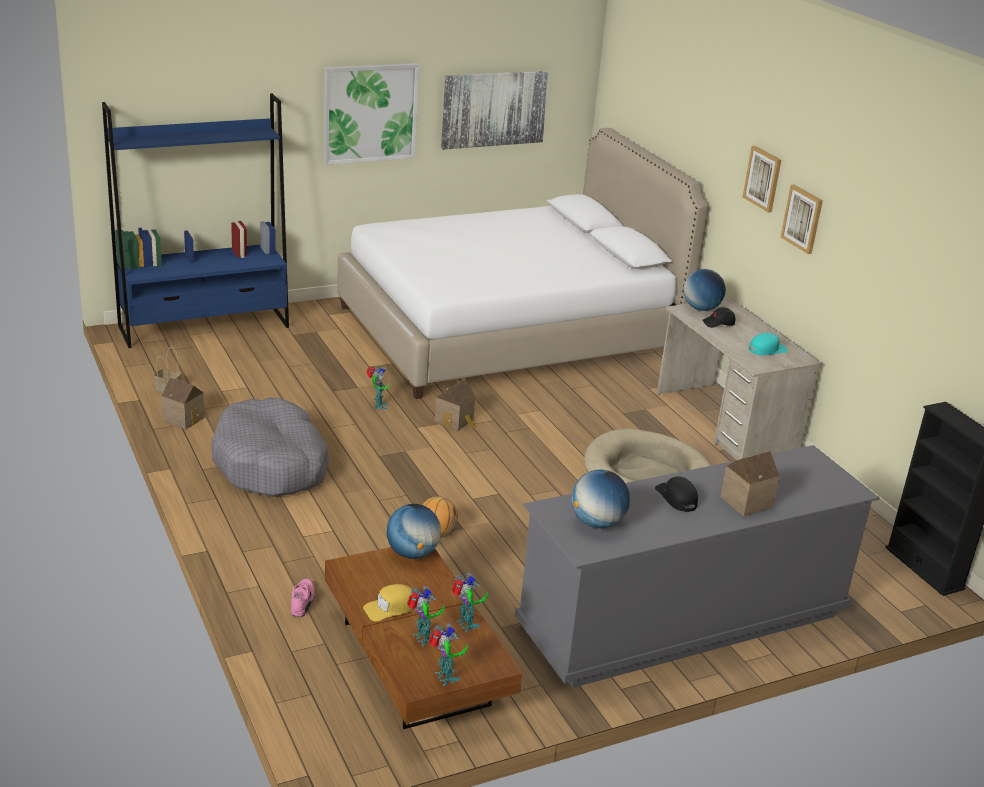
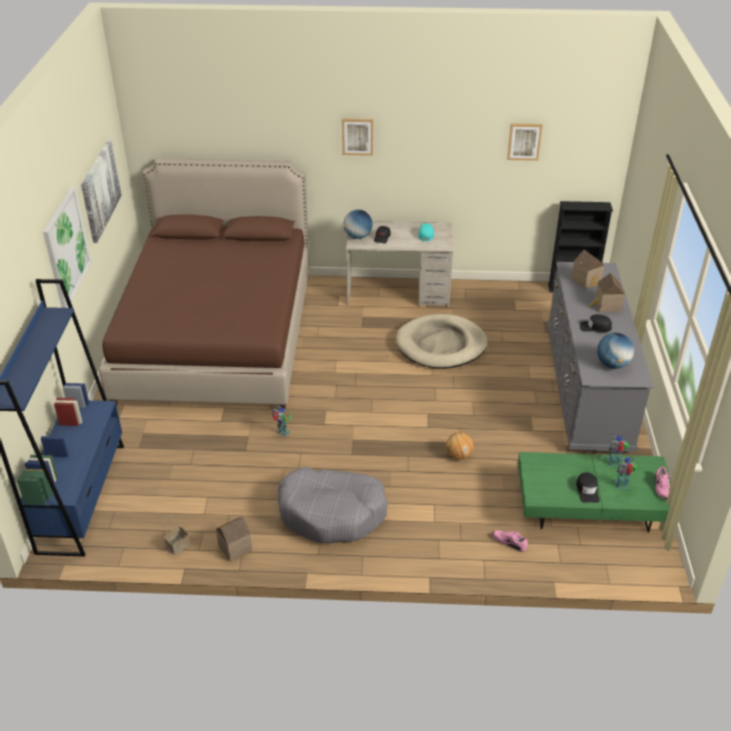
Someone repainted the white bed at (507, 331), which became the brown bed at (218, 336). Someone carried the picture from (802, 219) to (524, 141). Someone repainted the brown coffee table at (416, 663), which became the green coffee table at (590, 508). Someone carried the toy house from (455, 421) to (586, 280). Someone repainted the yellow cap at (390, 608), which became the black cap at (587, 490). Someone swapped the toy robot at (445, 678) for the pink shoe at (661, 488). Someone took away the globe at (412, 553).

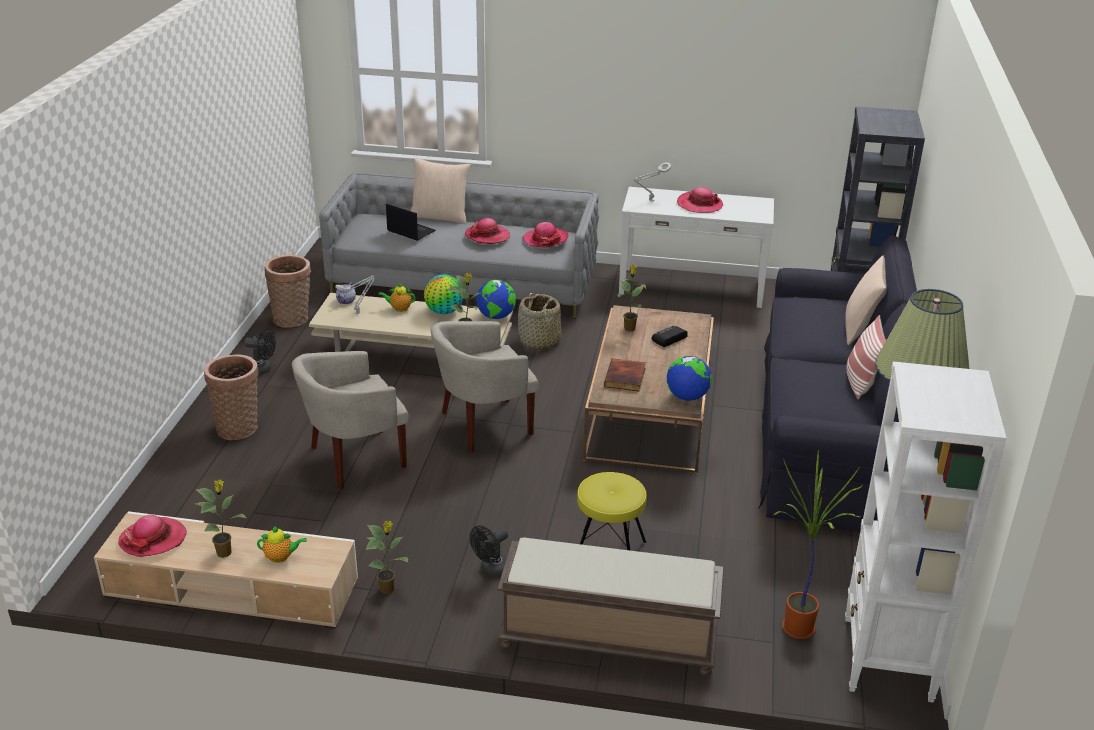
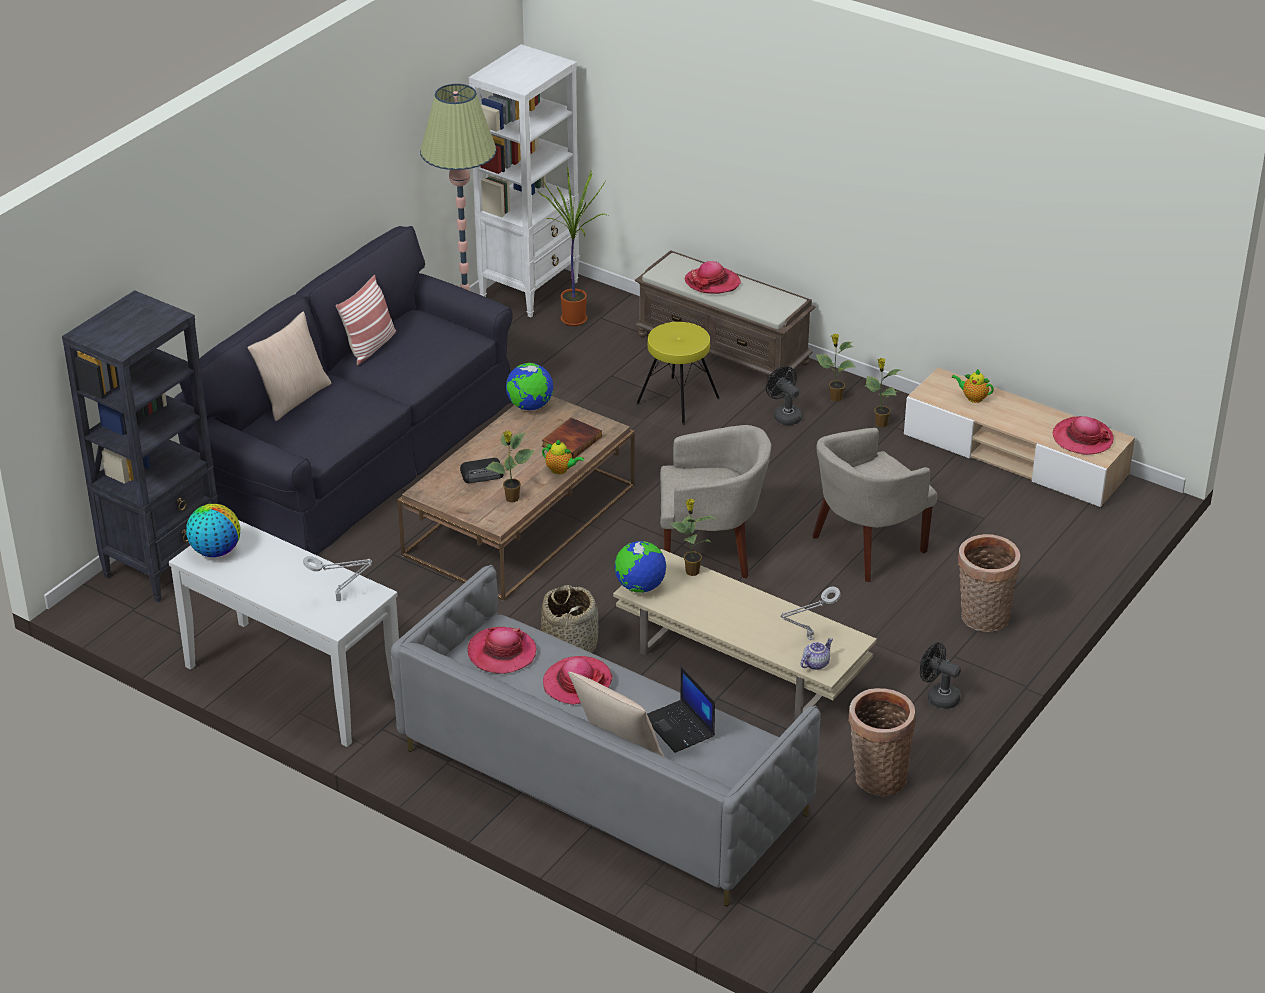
Someone carried the globe from (444, 311) to (215, 551). Someone carried the teapot from (399, 308) to (561, 470). Someone carried the hat from (699, 204) to (712, 283). Someone rotated the black fan at (492, 570) by 105 degrees counterclockwise. Someone rotated the beige armchair at (354, 459) by 150 degrees clockwise. Someone carried the potted plant from (225, 552) to (835, 398).

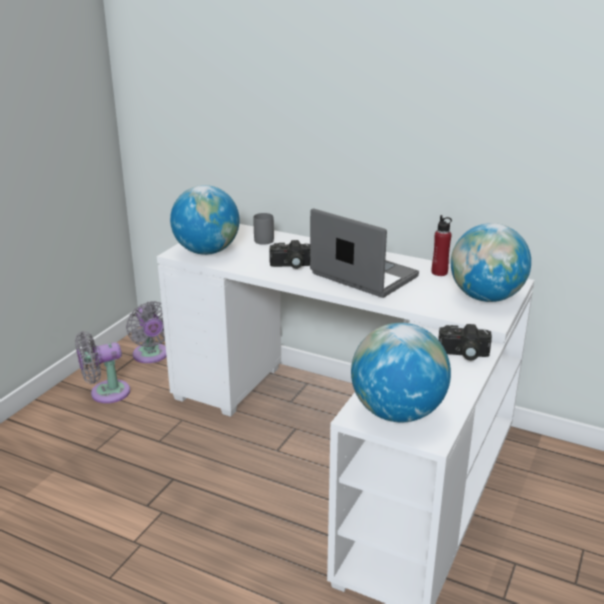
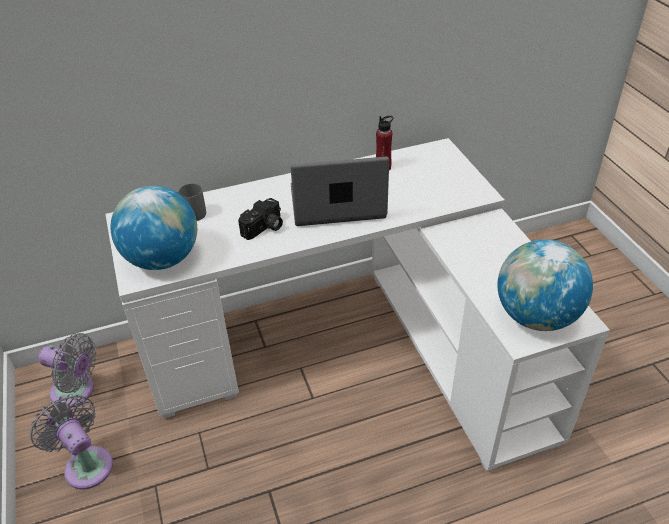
Someone rotated the grey fan at (106, 393) by 120 degrees clockwise. Someone took away the photo camera at (463, 354). Someone took away the globe at (486, 298).

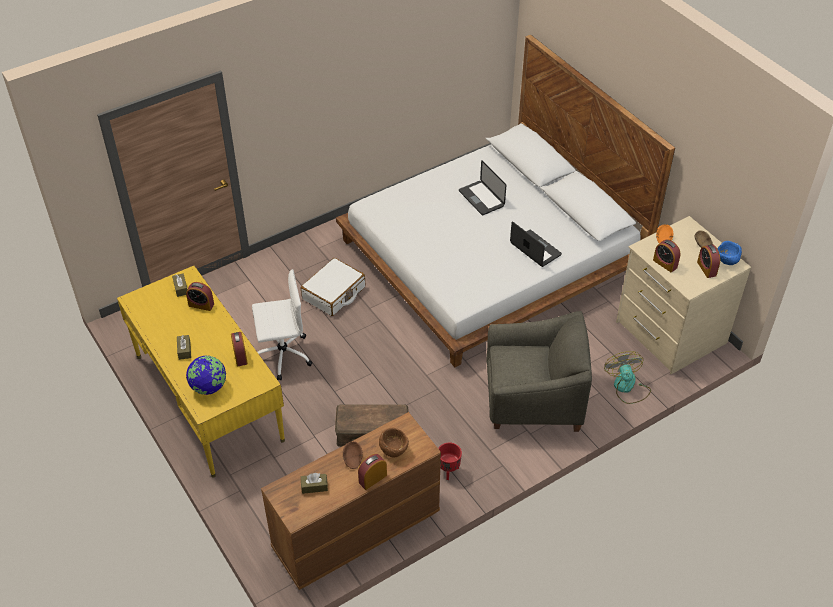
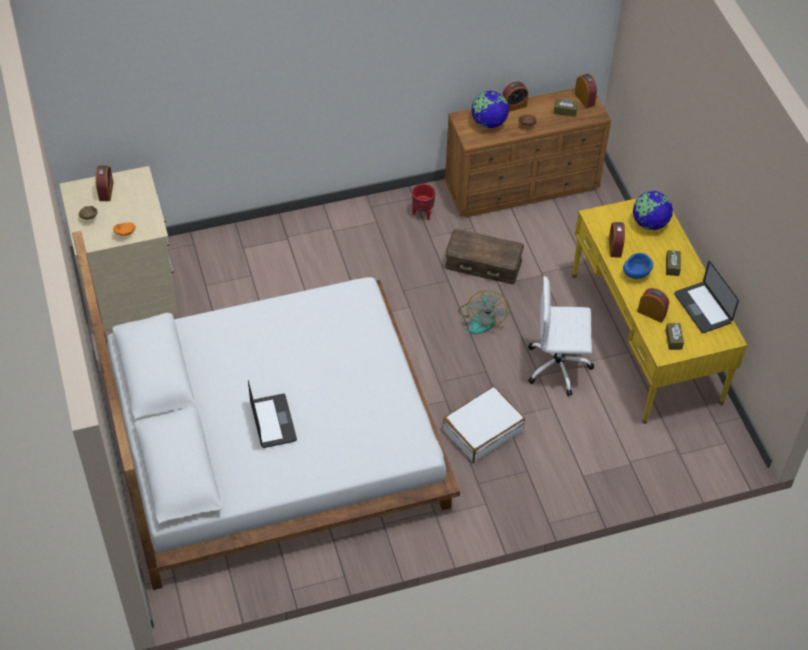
Someone carried the fan from (627, 387) to (482, 318). Someone swapped the brown bowl at (394, 450) for the globe at (488, 123). Someone carried the alarm clock from (665, 264) to (584, 99). Someone carried the blue bowl from (726, 261) to (636, 275). Someone carried the laptop from (535, 249) to (702, 308). Someone took away the grey armchair at (533, 399).

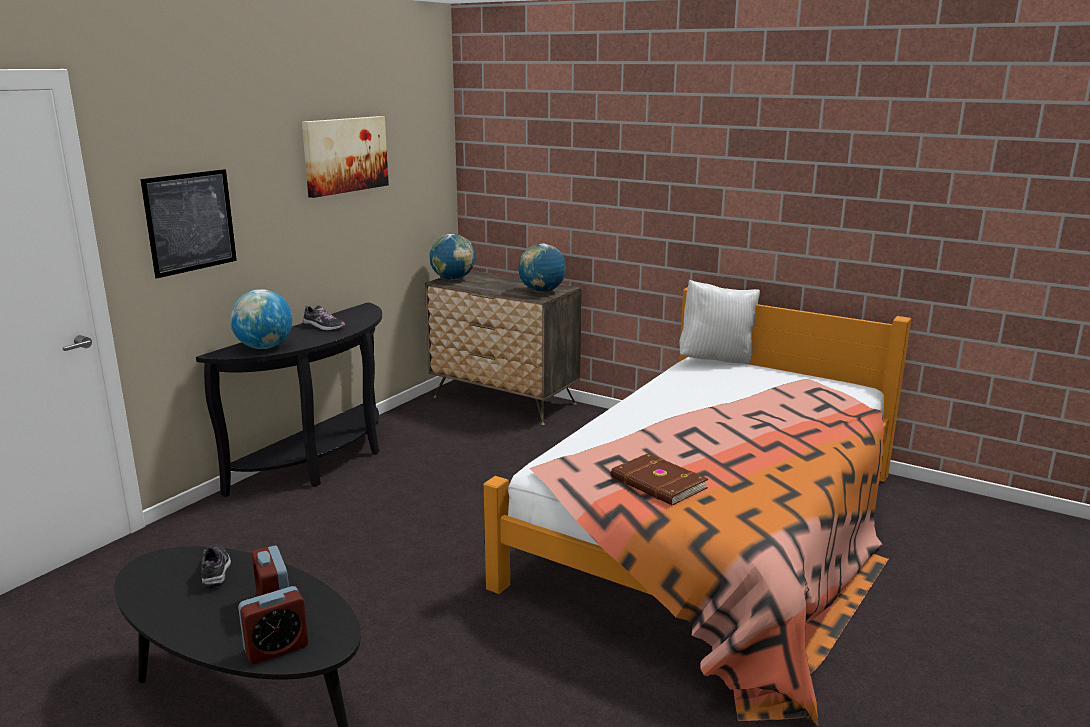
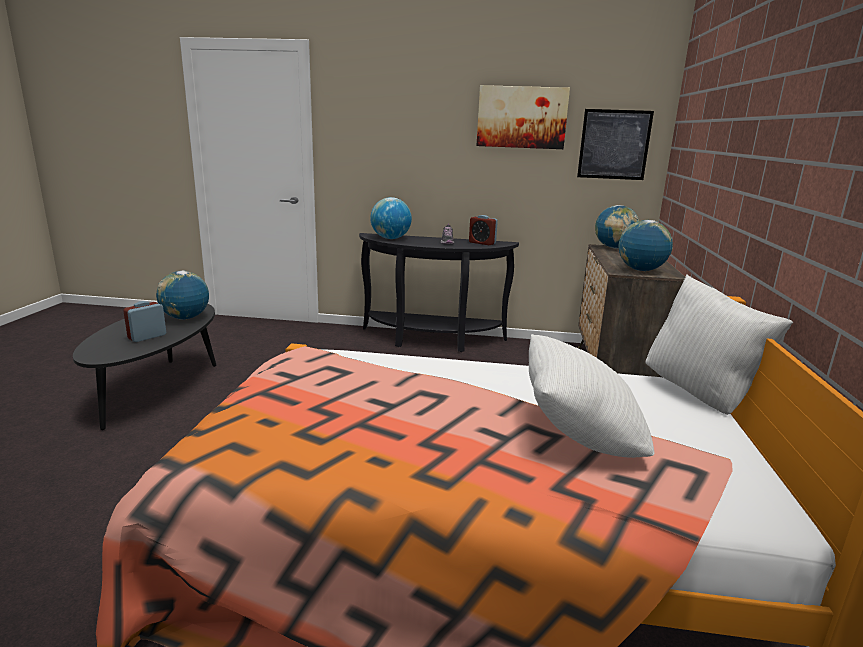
Someone swapped the shoe at (215, 571) for the globe at (185, 318). Someone carried the alarm clock from (276, 648) to (482, 243). Someone put down the white pillow at (579, 437). Someone carried the picture from (190, 222) to (614, 144). Someone took away the brown book at (658, 484).

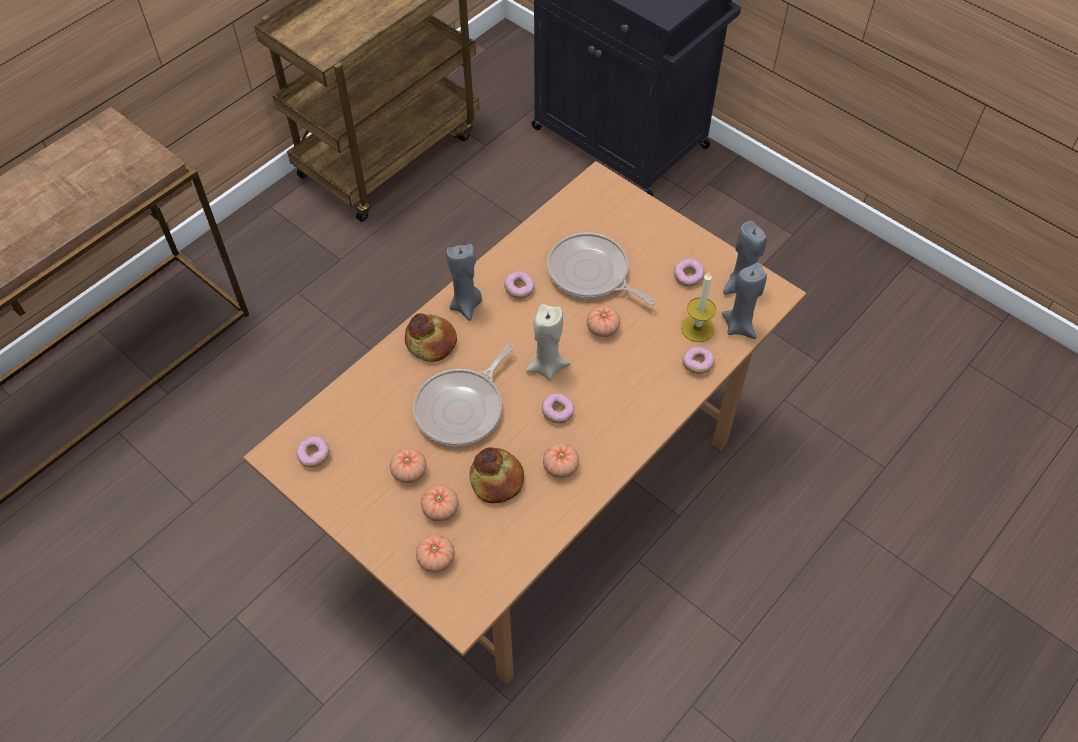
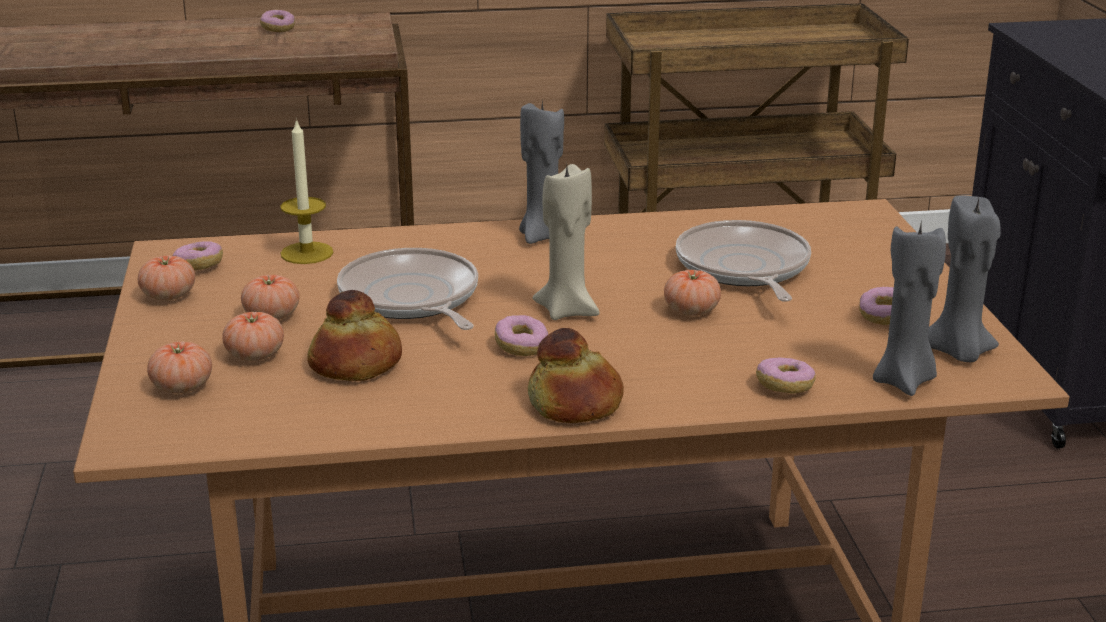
Someone carried the tomato from (560, 466) to (168, 296). Someone carried the donut from (519, 289) to (278, 29). Someone carried the candle from (697, 328) to (307, 253). Someone rotated the frying pan at (462, 408) by 75 degrees clockwise. Someone carried the bread from (431, 342) to (576, 403).

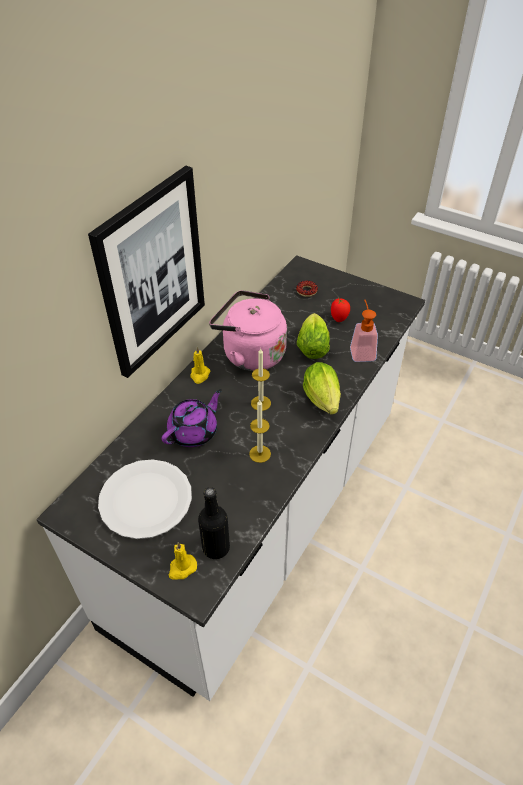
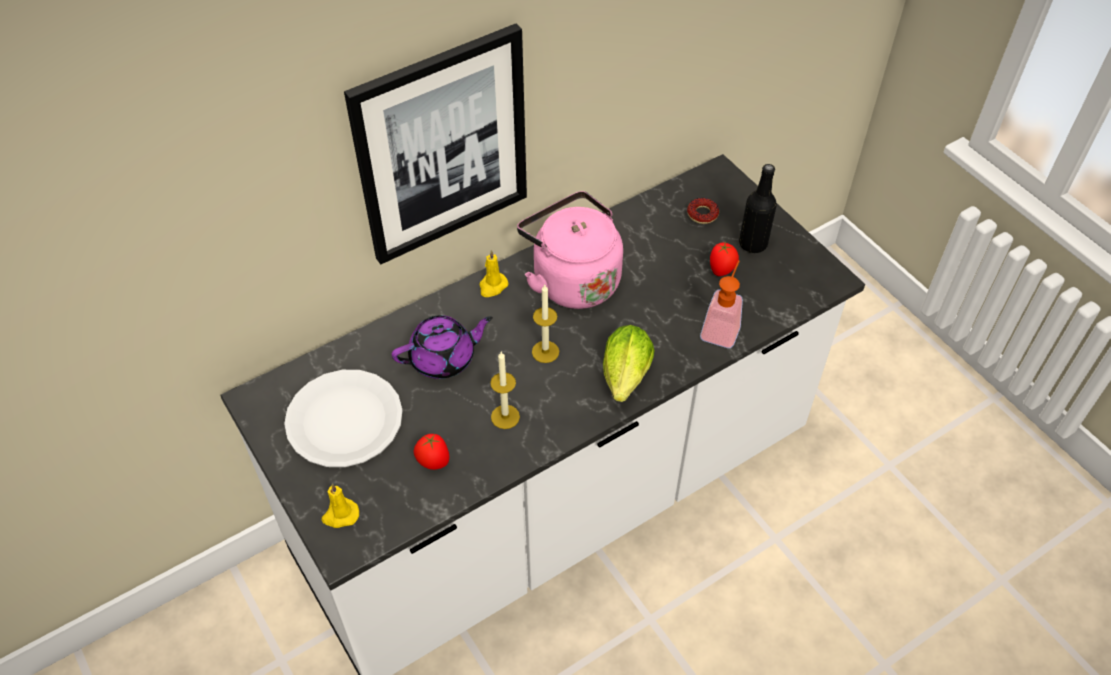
Someone put down the tomato at (433, 462). Someone carried the black bottle from (216, 547) to (753, 244). Someone took away the lettuce at (312, 346).

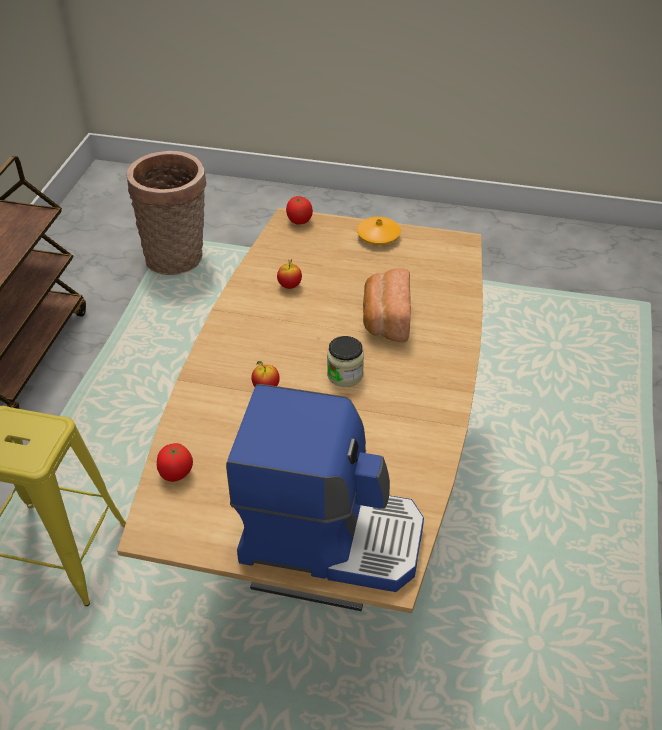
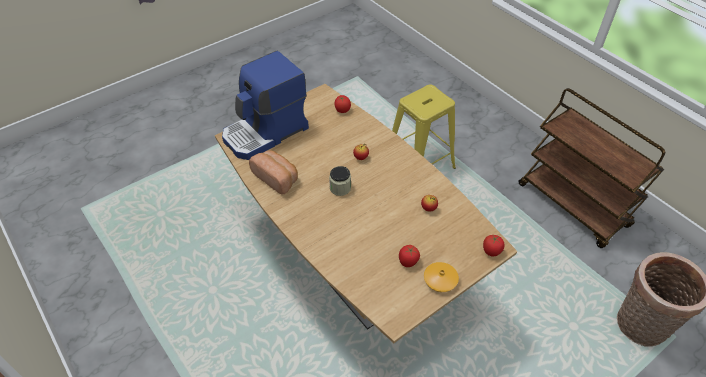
Someone carried the bread from (385, 319) to (276, 178). Someone put down the tomato at (408, 262).

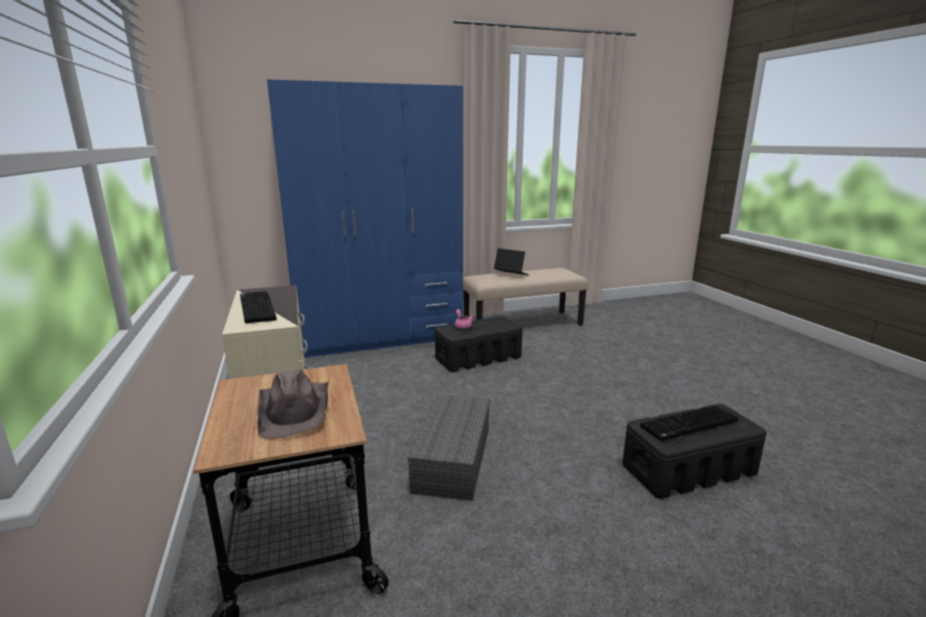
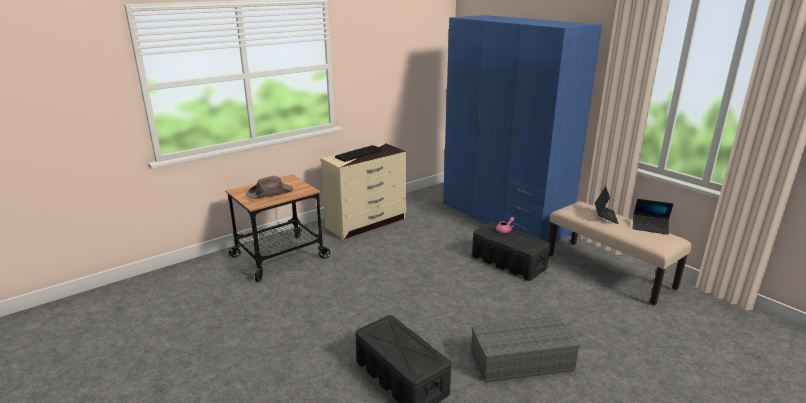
Someone carried the grey storage box from (452, 457) to (522, 360). Someone put down the laptop at (650, 227). Someone took away the keyboard at (689, 425).

